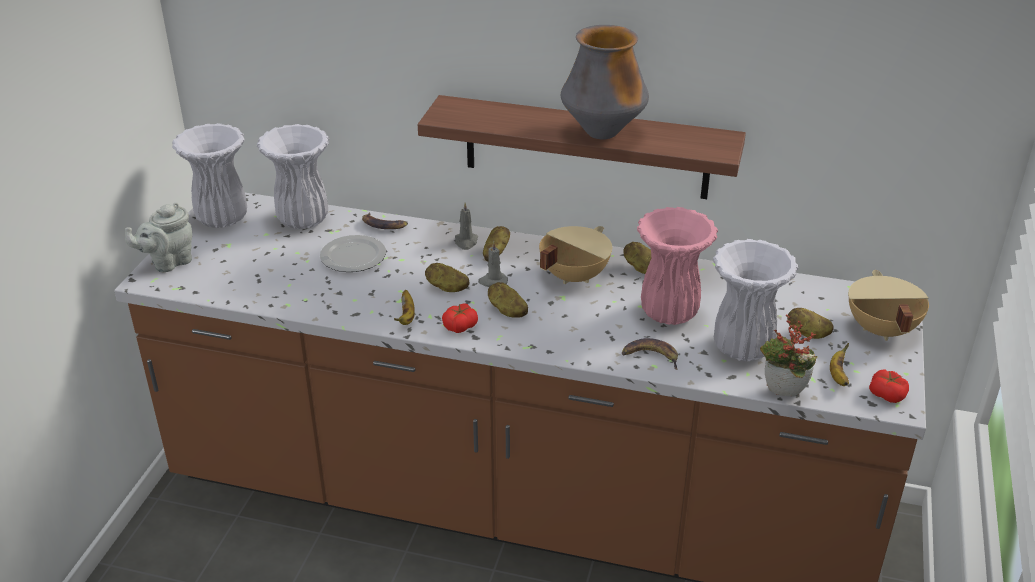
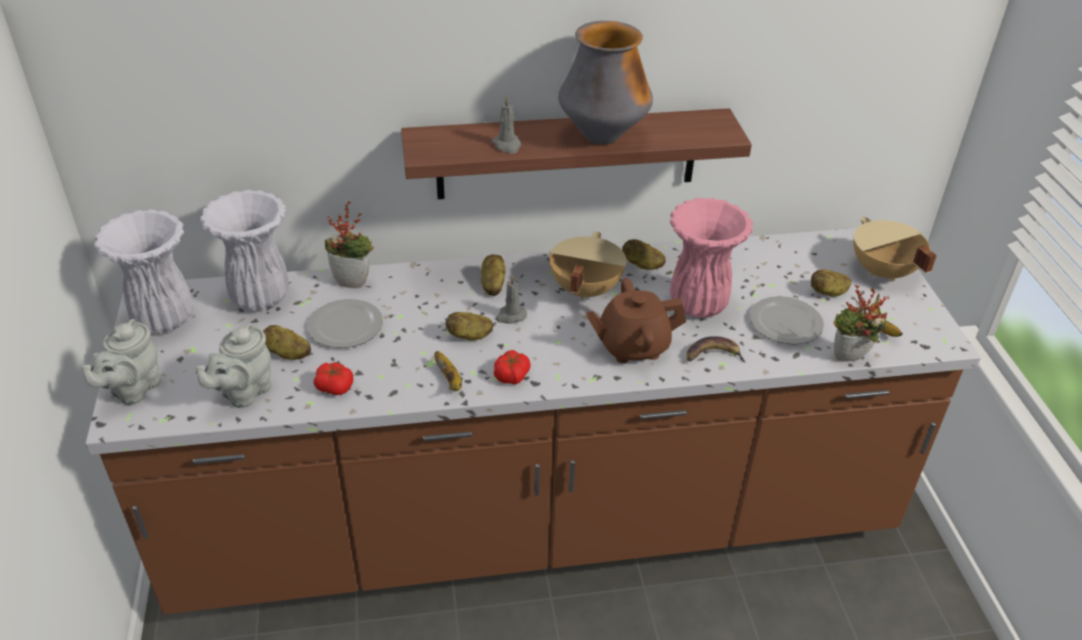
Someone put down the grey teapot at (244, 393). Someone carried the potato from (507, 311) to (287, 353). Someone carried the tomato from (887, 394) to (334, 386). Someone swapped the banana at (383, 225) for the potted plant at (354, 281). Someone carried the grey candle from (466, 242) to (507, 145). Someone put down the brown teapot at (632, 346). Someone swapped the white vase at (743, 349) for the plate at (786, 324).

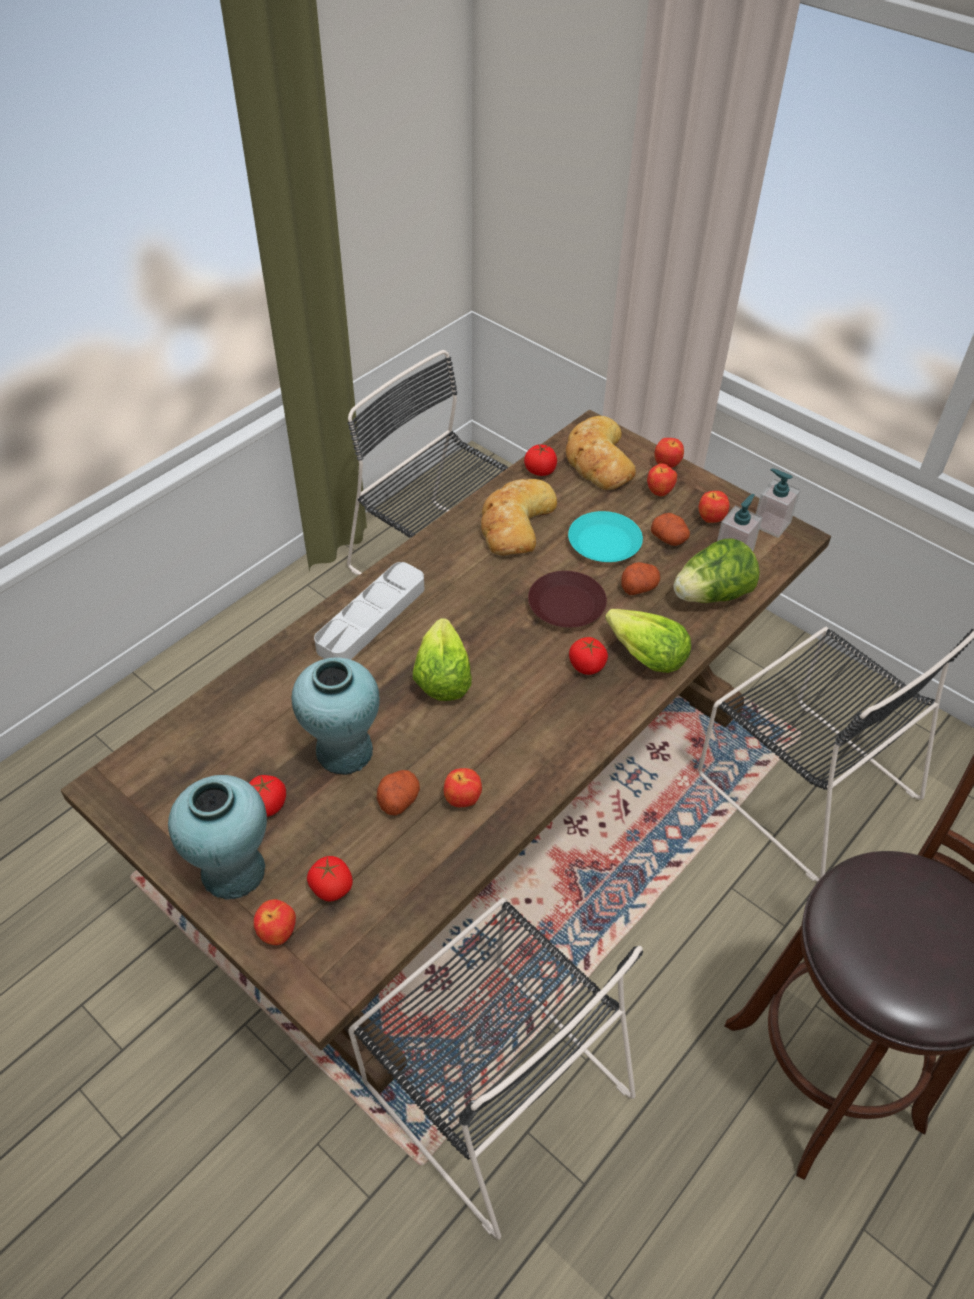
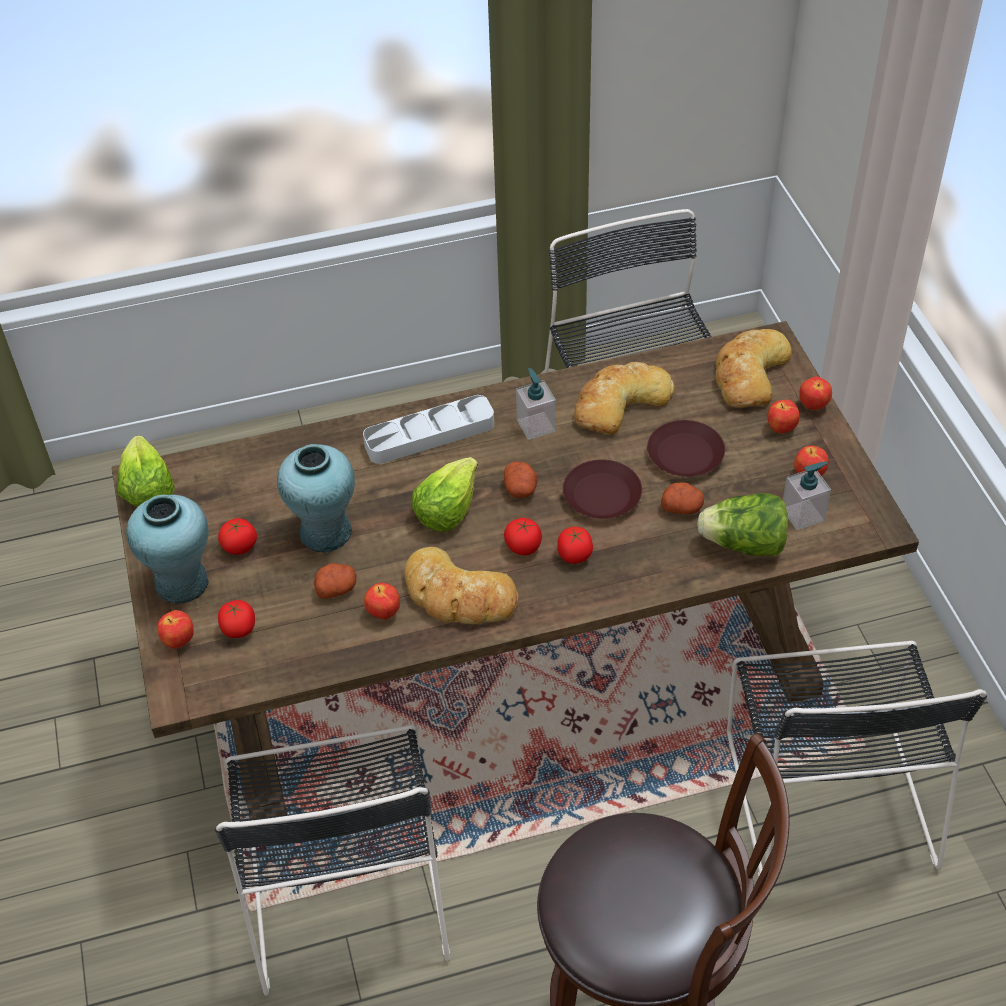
Someone carried the lettuce from (645, 656) to (147, 489). Someone put down the bread at (458, 596). Someone carried the potato from (669, 539) to (521, 489). Someone carried the tomato from (540, 471) to (523, 546). Someone carried the soap dispenser from (771, 524) to (536, 425). Someone repainted the turquoise plate at (604, 542), which became the brown plate at (686, 454).

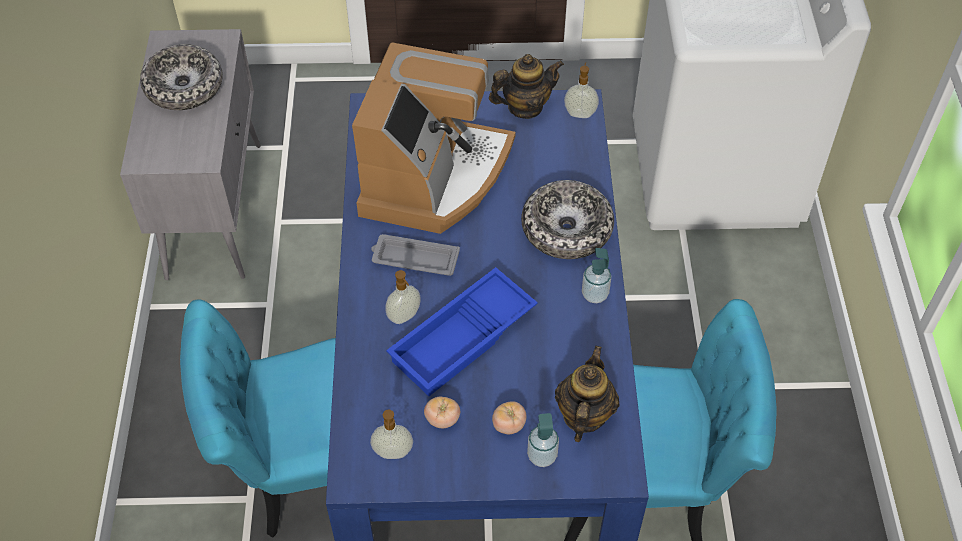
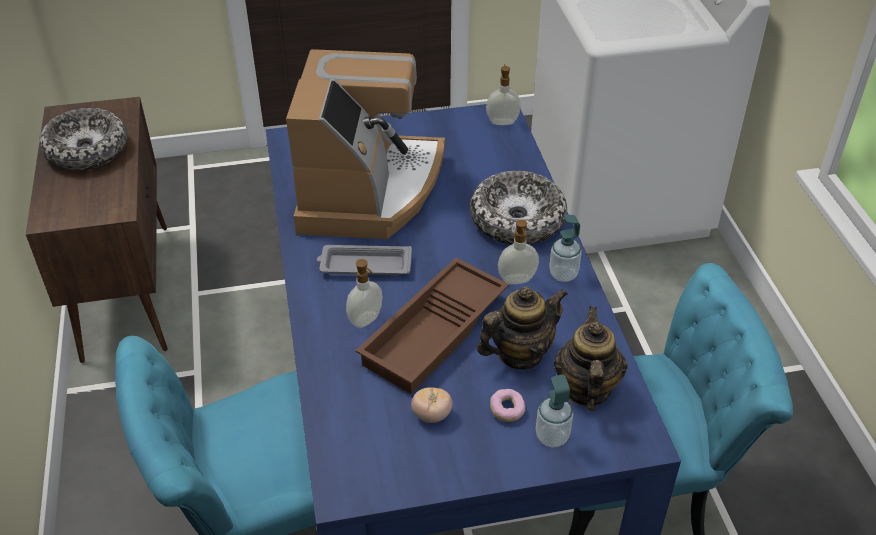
Someone repainted the grey cabinet at (214, 208), which became the brown cabinet at (126, 289). Someone repainted the blue tray at (463, 339), which became the brown tray at (435, 333). Someone carried the teapot from (525, 107) to (519, 353). Someone swapped the tomato at (509, 425) for the donut at (507, 410). Someone carried the soap dispenser from (393, 453) to (517, 280).

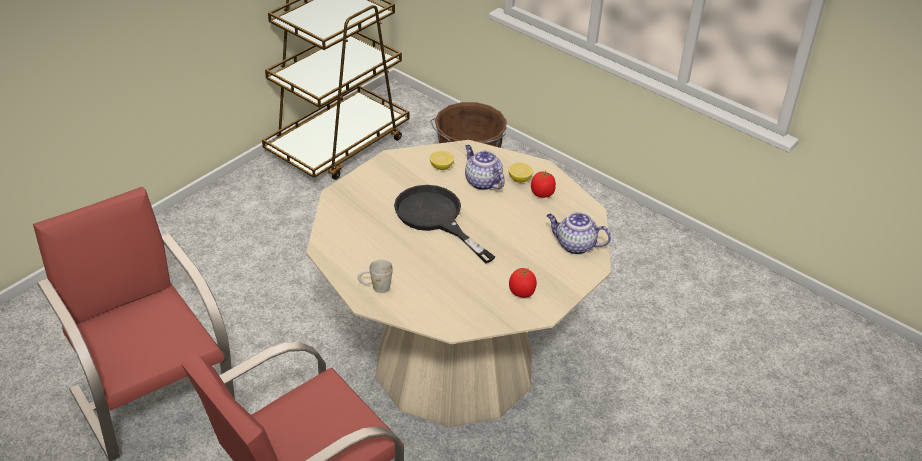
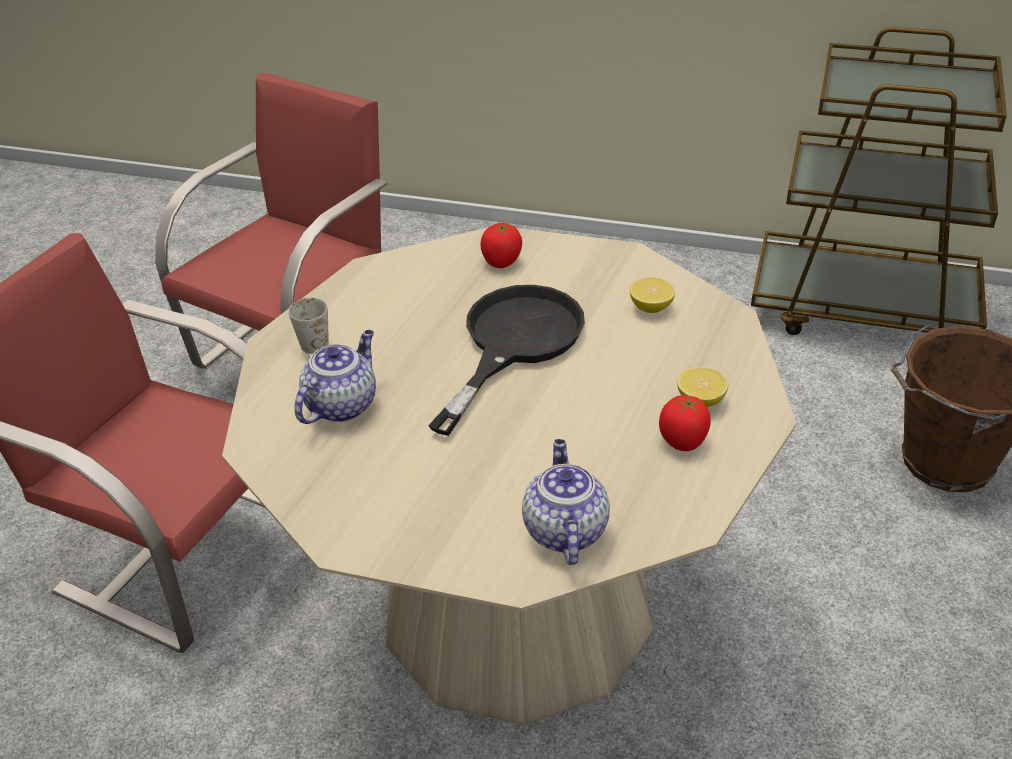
Someone carried the teapot from (482, 182) to (342, 404). Someone carried the tomato from (522, 292) to (501, 262).

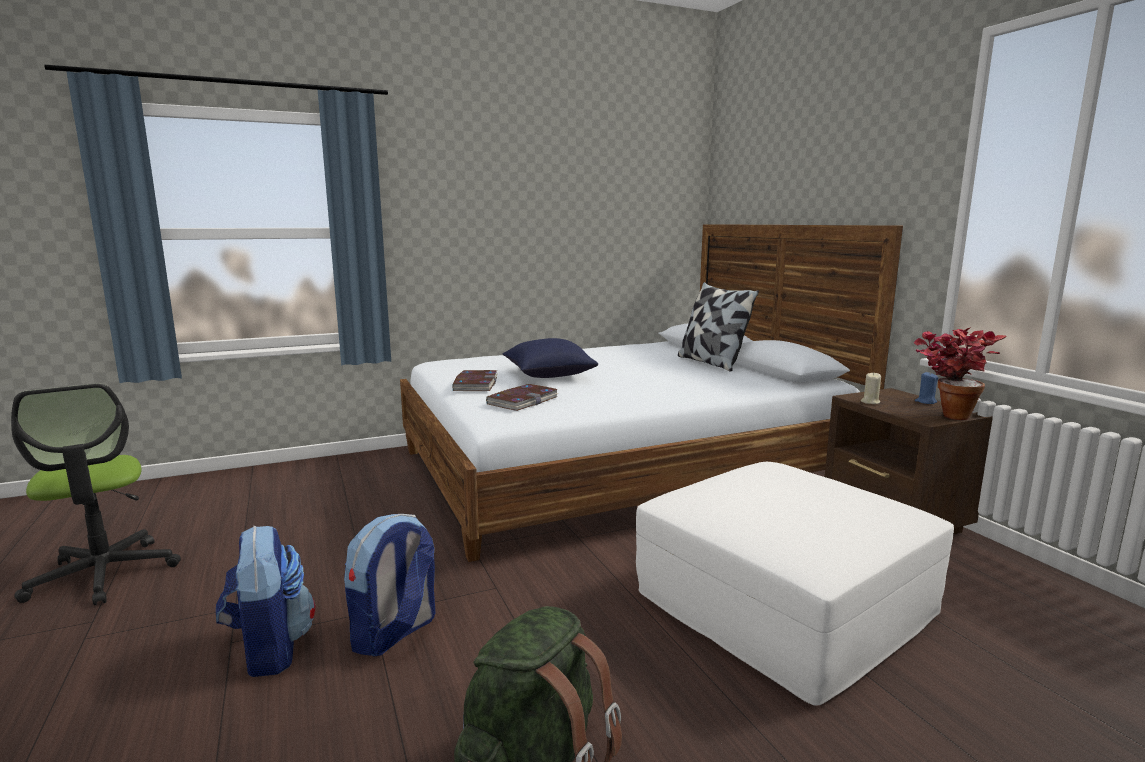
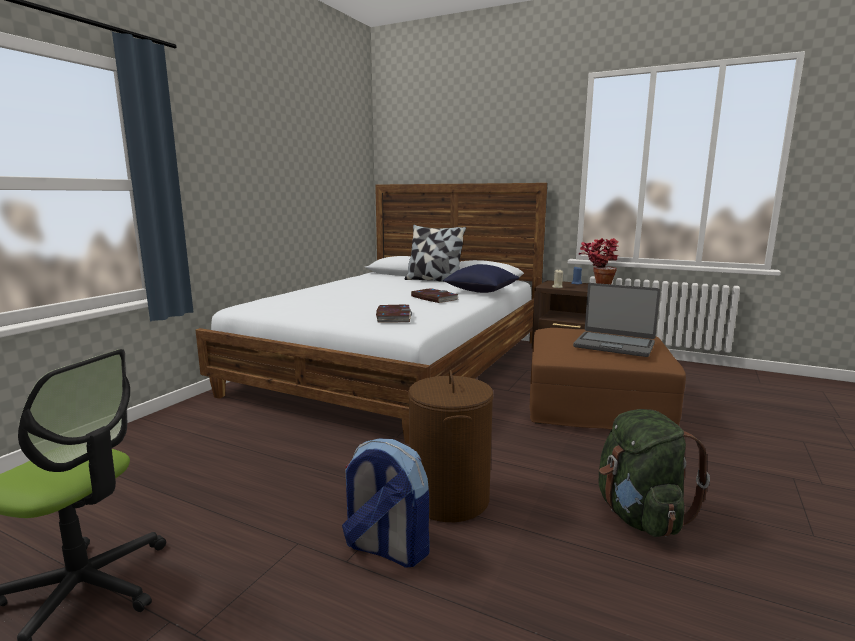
Someone swapped the backpack at (394, 633) for the brown laundry basket at (449, 499). Someone carried the book from (475, 384) to (434, 298). Someone carried the blue pillow from (548, 375) to (481, 291). Someone repainted the white ottoman at (784, 603), which became the brown ottoman at (595, 403). Someone put down the laptop at (614, 345).

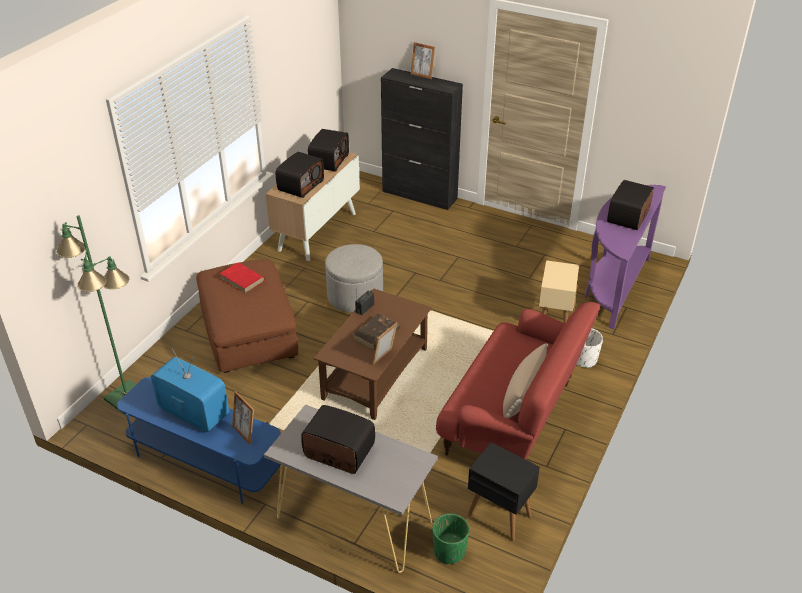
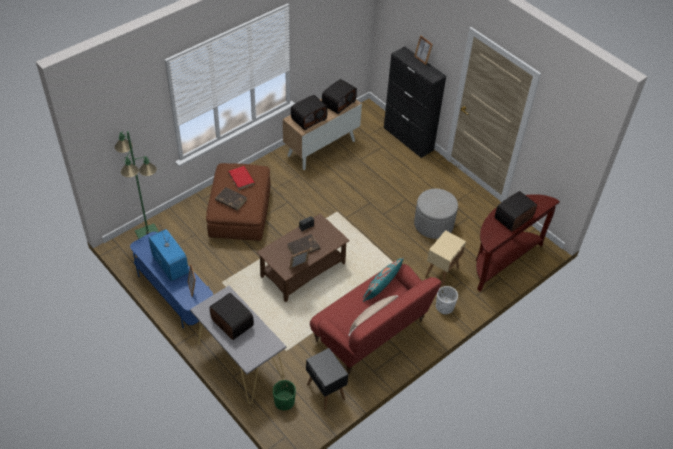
Someone put down the brown book at (230, 200). Someone put down the turquoise pillow at (382, 286). Someone carried the grey ottoman from (355, 296) to (433, 224). Someone repainted the purple console table at (614, 287), which became the brown console table at (501, 259).

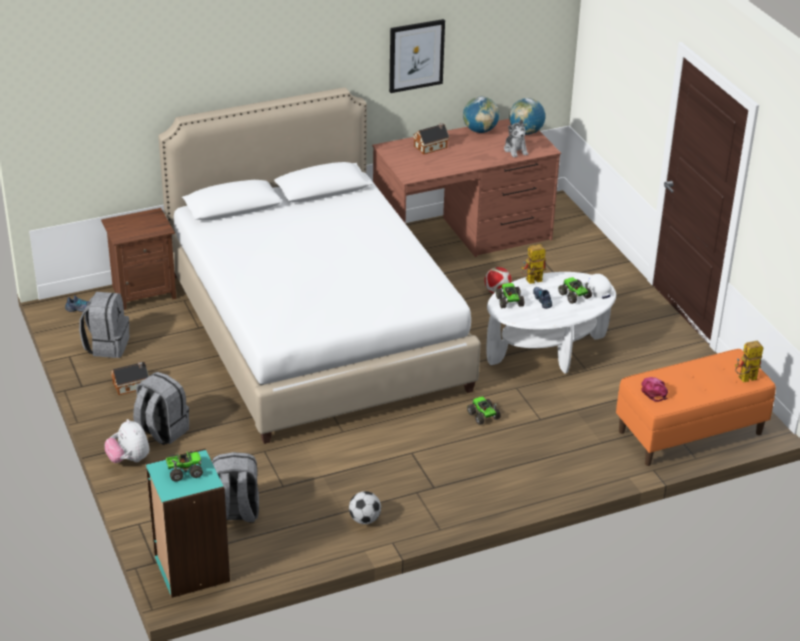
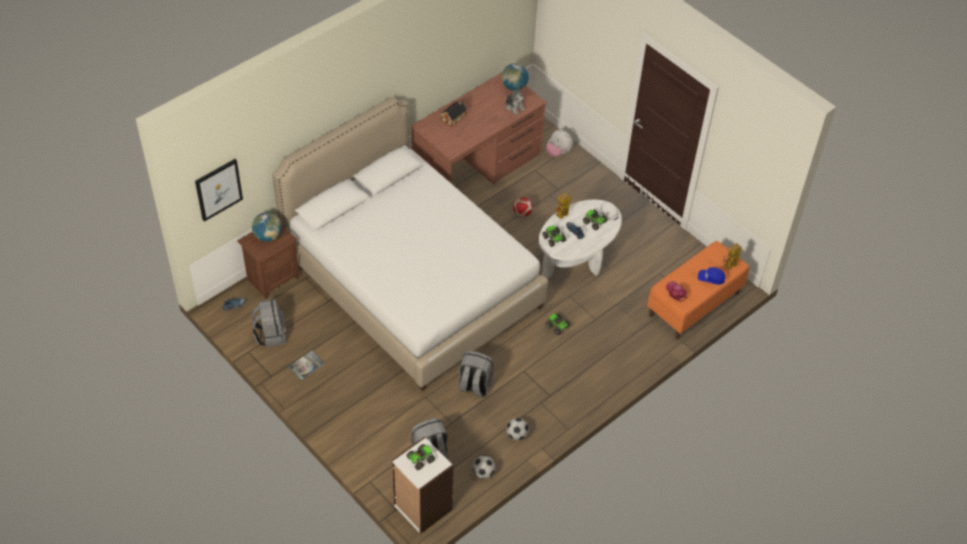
Someone carried the picture from (416, 55) to (218, 189). Someone carried the globe from (480, 130) to (268, 236). Someone swapped the toy house at (132, 385) for the book at (306, 365). Someone repainted the turquoise bookcase at (190, 569), which became the white bookcase at (422, 507). Someone carried the grey backpack from (161, 431) to (474, 386). Someone put down the football at (483, 473). Someone carried the plush toy from (129, 459) to (558, 152). Someone put down the blue cap at (711, 277).

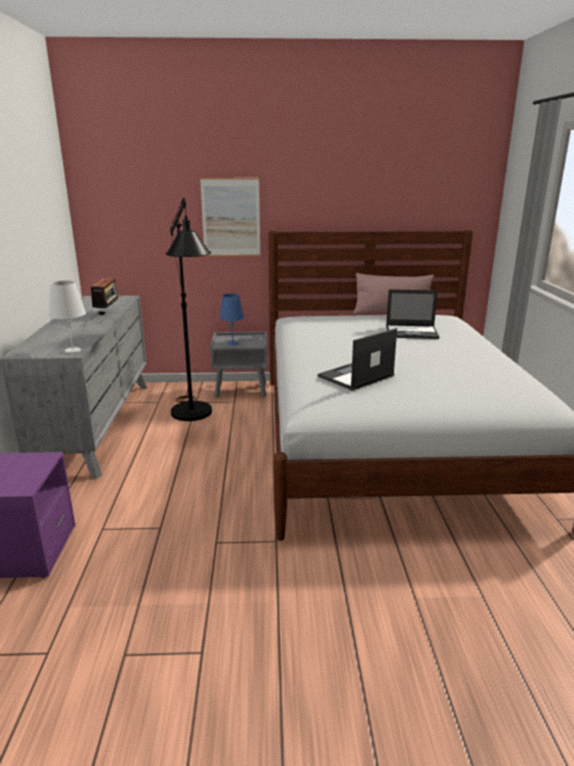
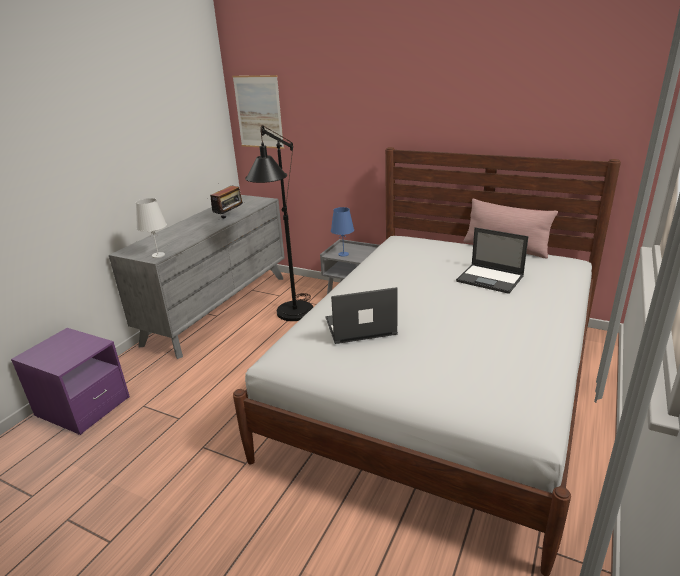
Someone carried the picture from (231, 217) to (258, 112).

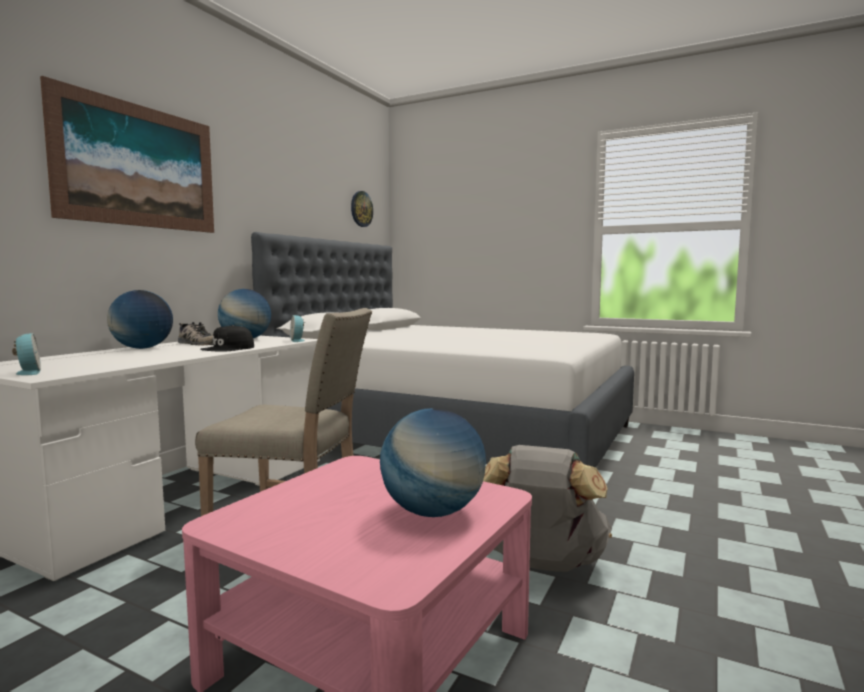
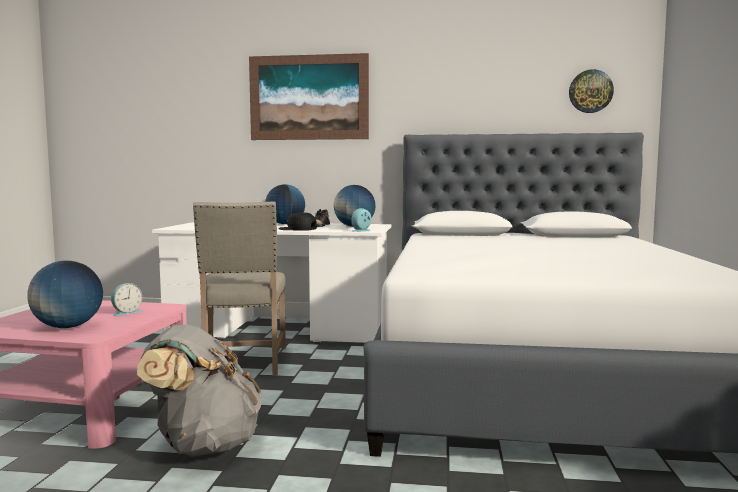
Someone carried the alarm clock from (28, 372) to (126, 312).

